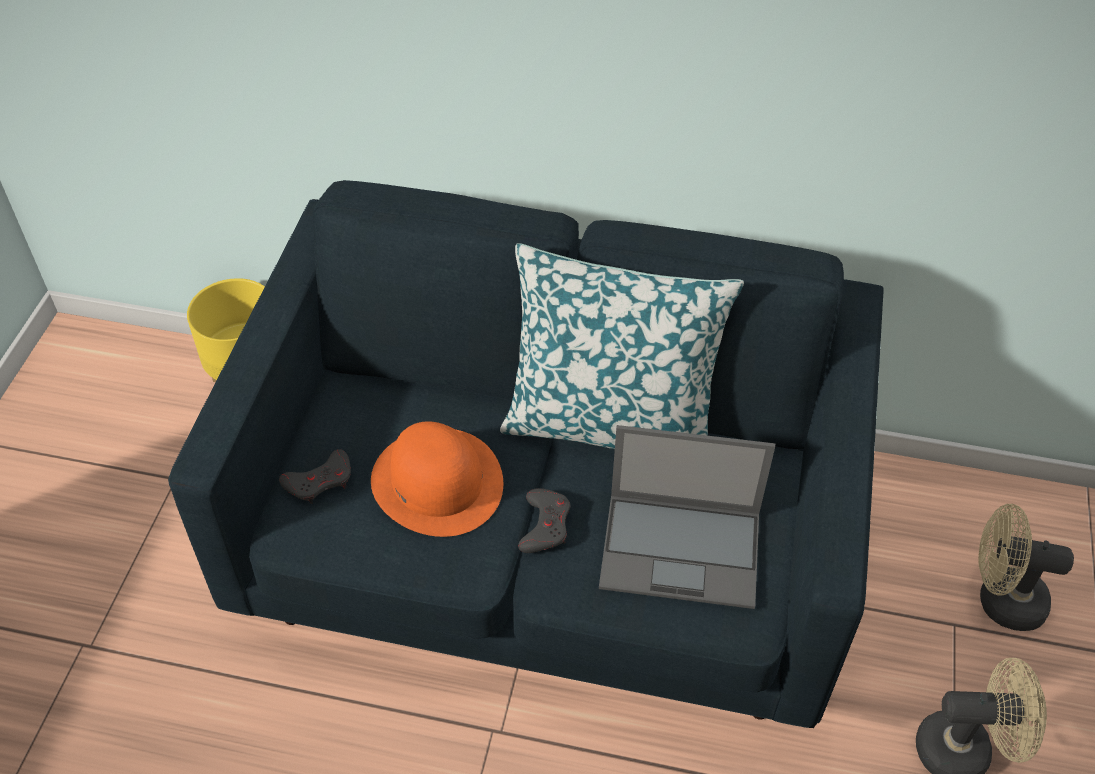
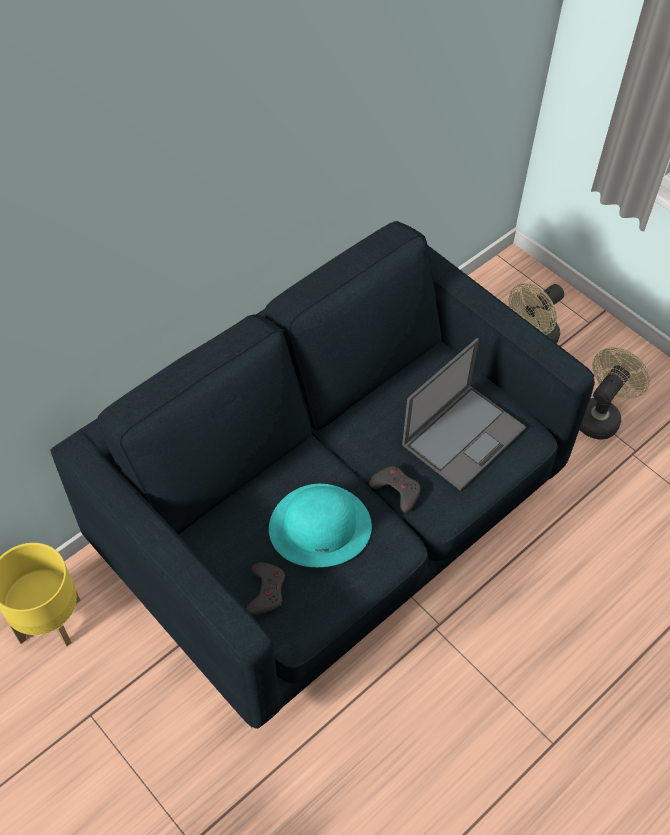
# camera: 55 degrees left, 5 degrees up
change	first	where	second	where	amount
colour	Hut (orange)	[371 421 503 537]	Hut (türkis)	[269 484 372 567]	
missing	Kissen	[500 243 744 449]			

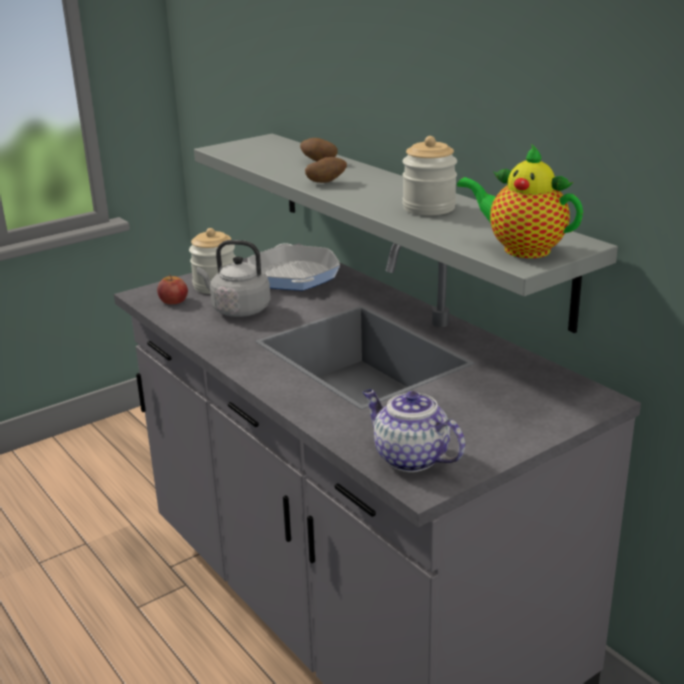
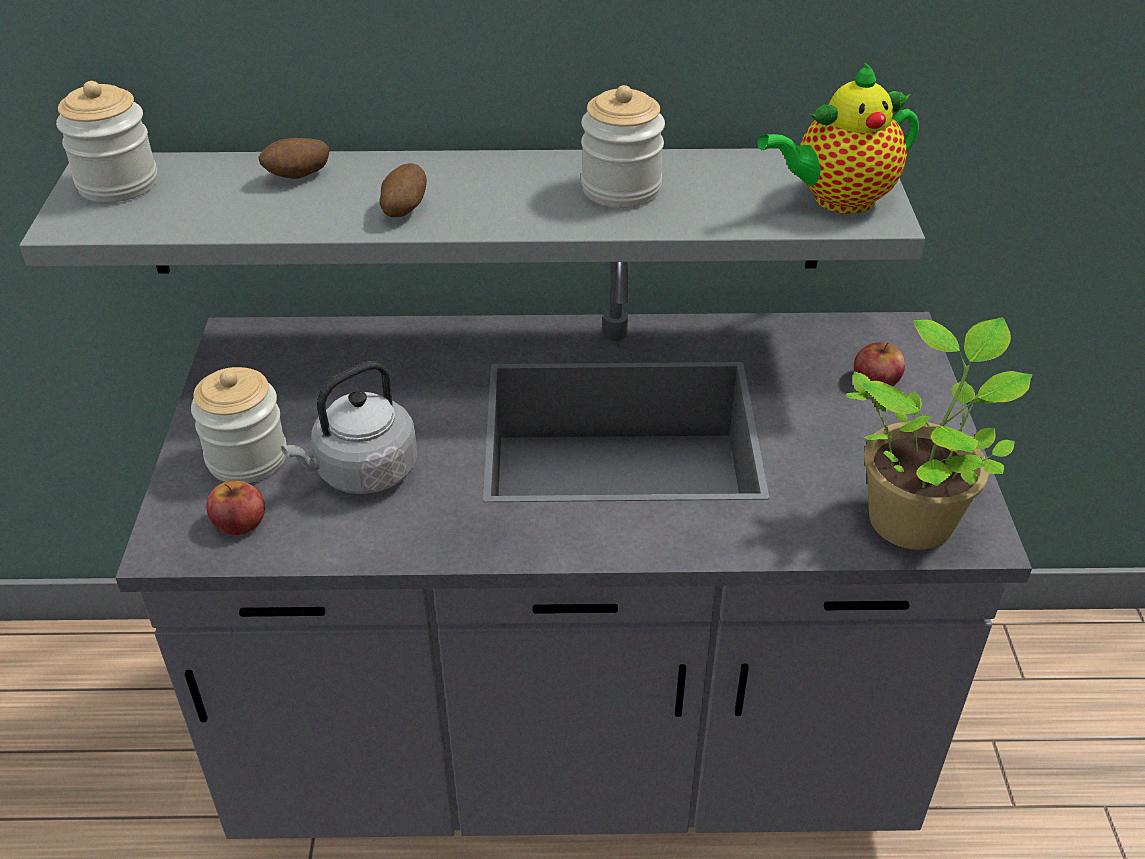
# camera: 55 degrees left, 15 degrees up
change	first	where	second	where	amount
appeared			Vorratsglas	[56 81 157 203]	
exchanged	Teekanne	[363 389 465 472]	Topfpflanze	[846 317 1032 550]	
appeared			Apfel	[854 342 905 387]	
missing	Pfanne	[248 244 340 291]			

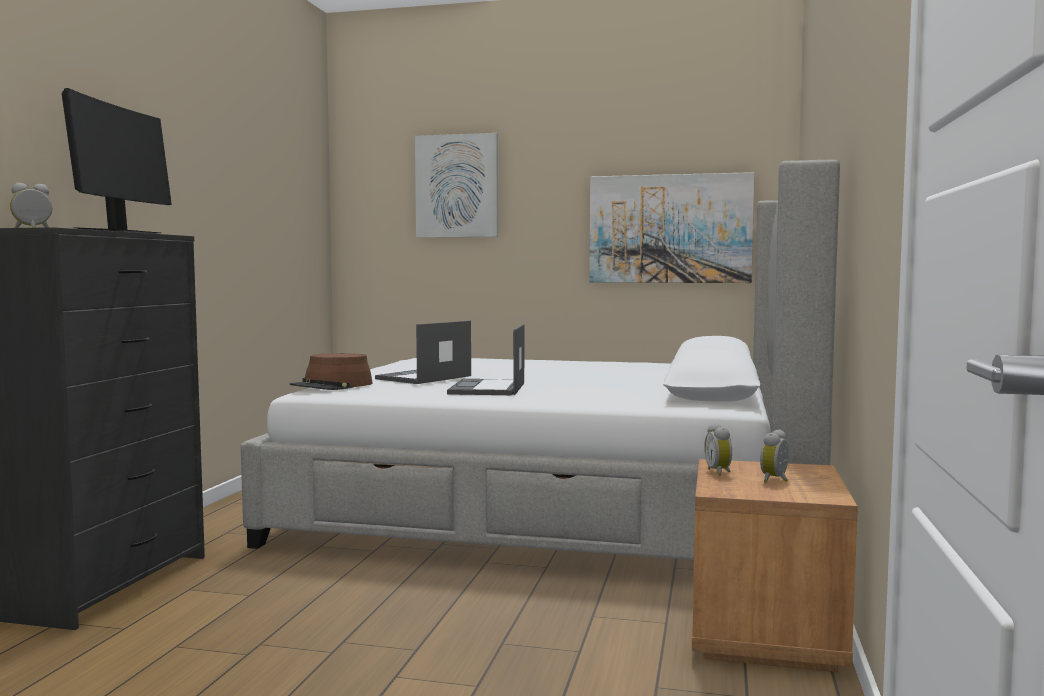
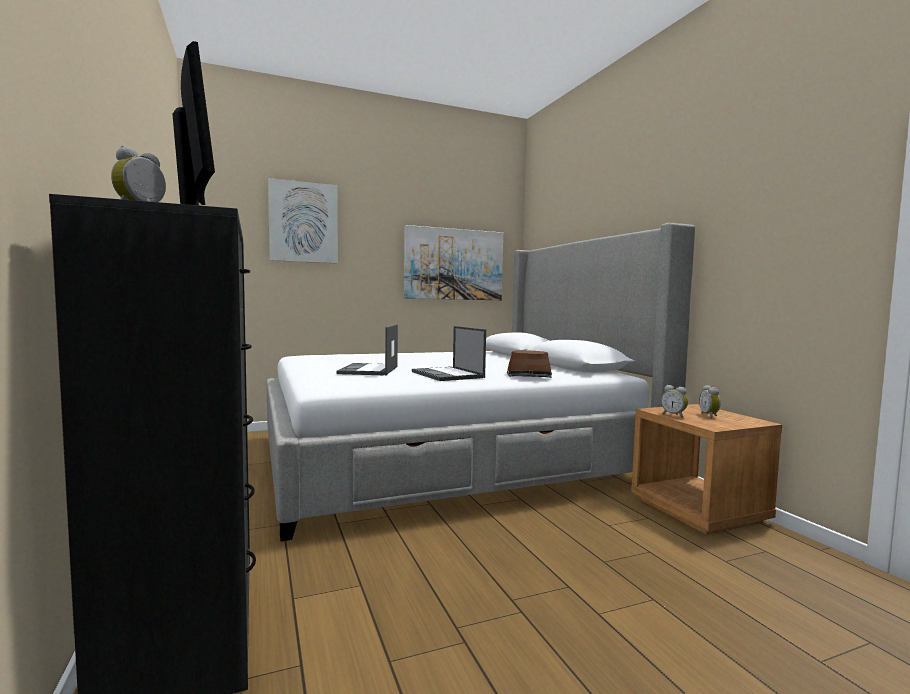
# camera: 35 degrees left, 0 degrees up
change	first	where	second	where	amount
relocated	Hut (braun)	[289 353 373 390]		[507 351 552 378]	

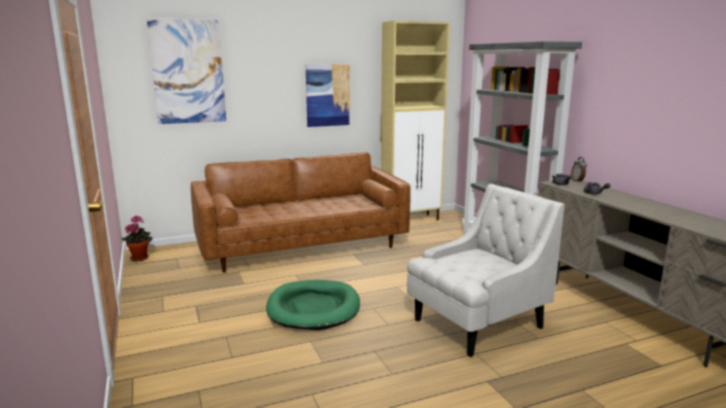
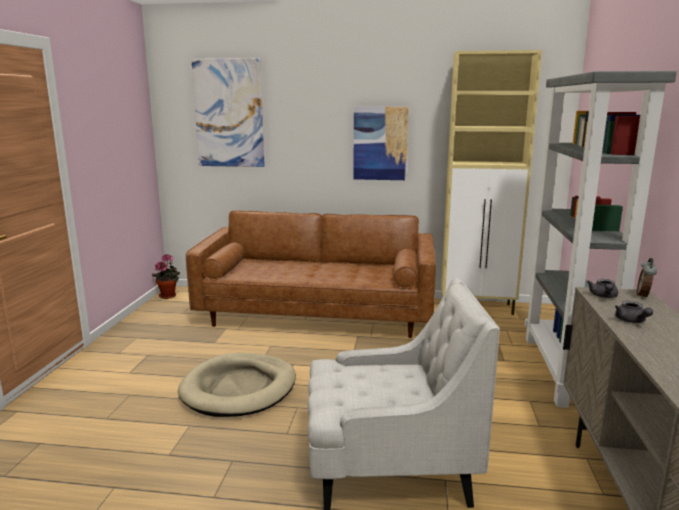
# camera: 30 degrees right, 0 degrees up
change	first	where	second	where	amount
colour	Hundebett (grün)	[266 280 360 330]	Hundebett (beige)	[178 353 296 417]	

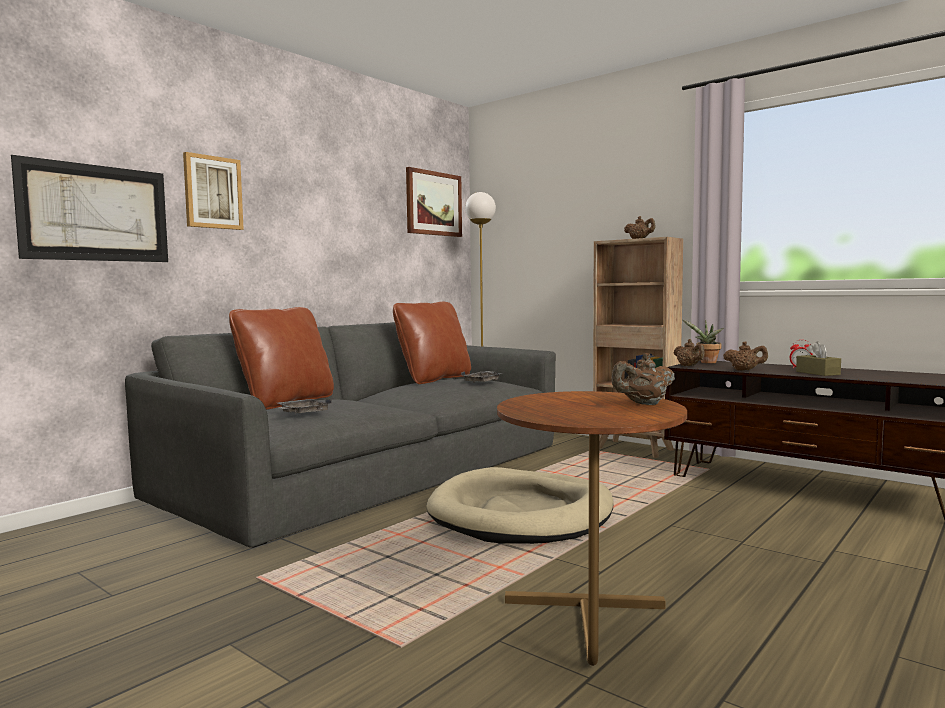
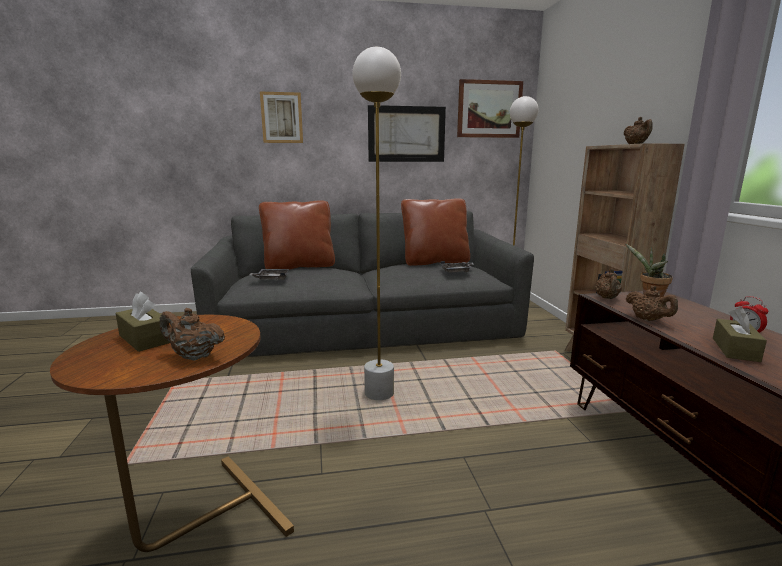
# camera: 40 degrees right, 10 degrees up
change	first	where	second	where	amount
appeared			Taschentuchbox (braun)	[116 292 170 352]	
exchanged	Hundebett (beige)	[426 467 613 544]	Stehlampe (weiß)	[353 47 401 400]	
relocated	Bild	[11 155 168 262]		[368 105 446 162]	

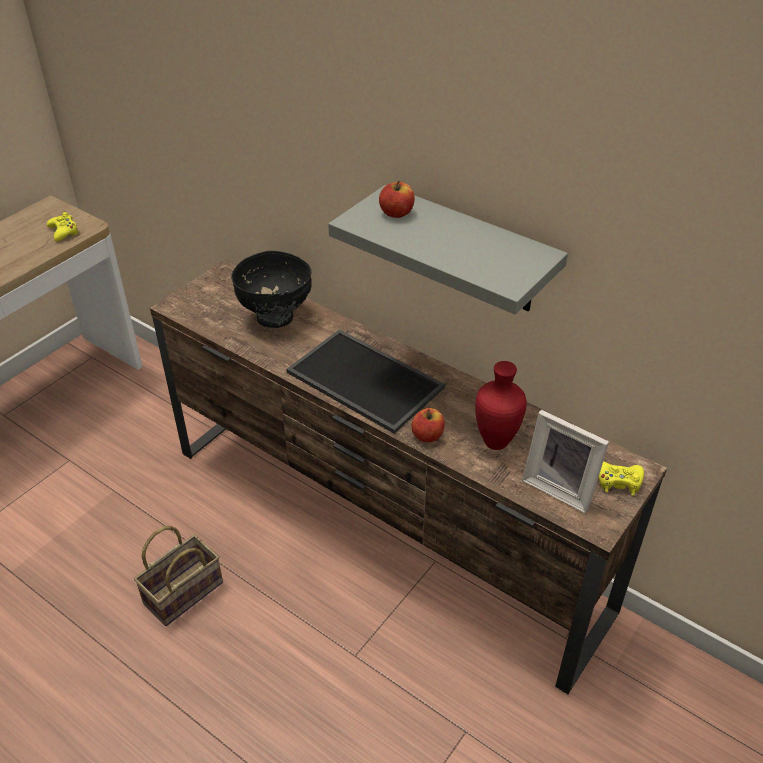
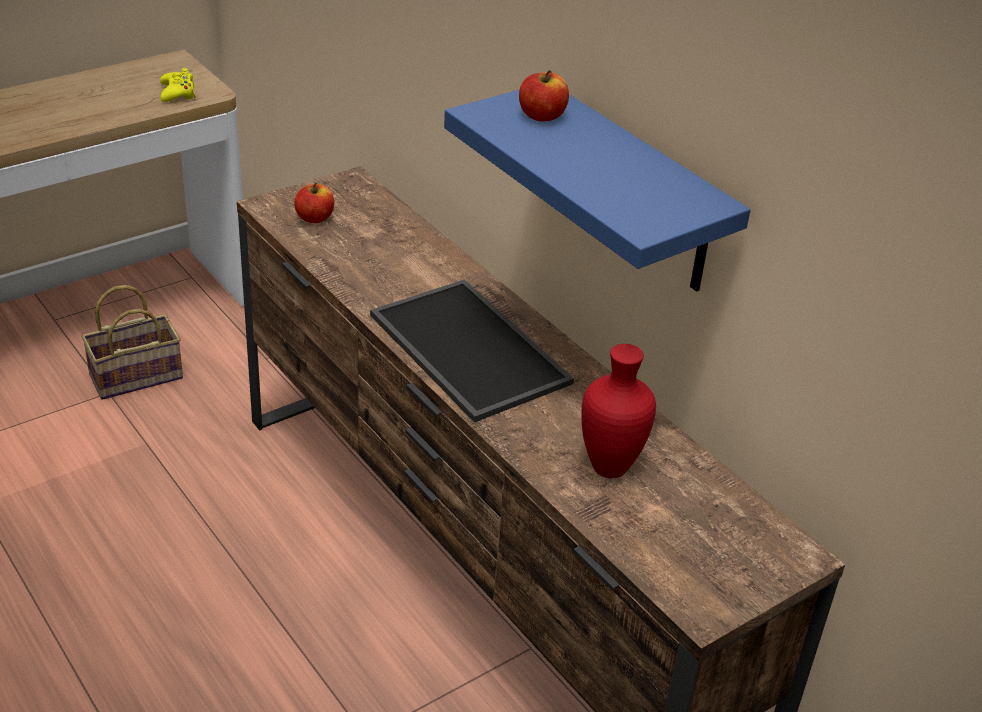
# camera: 15 degrees right, 5 degrees down
change	first	where	second	where	amount
relocated	Korb	[134 526 223 626]		[82 285 183 400]	
relocated	Apfel	[412 408 445 442]		[294 183 334 223]	
colour	Wandregal (grau)	[328 185 568 315]	Wandregal (blau)	[444 90 751 292]	
missing	Schüssel (schwarz)	[231 251 312 328]			
missing	Bilderrahmen	[522 410 609 513]			
missing	Gamepad (gelb)	[598 461 644 495]			

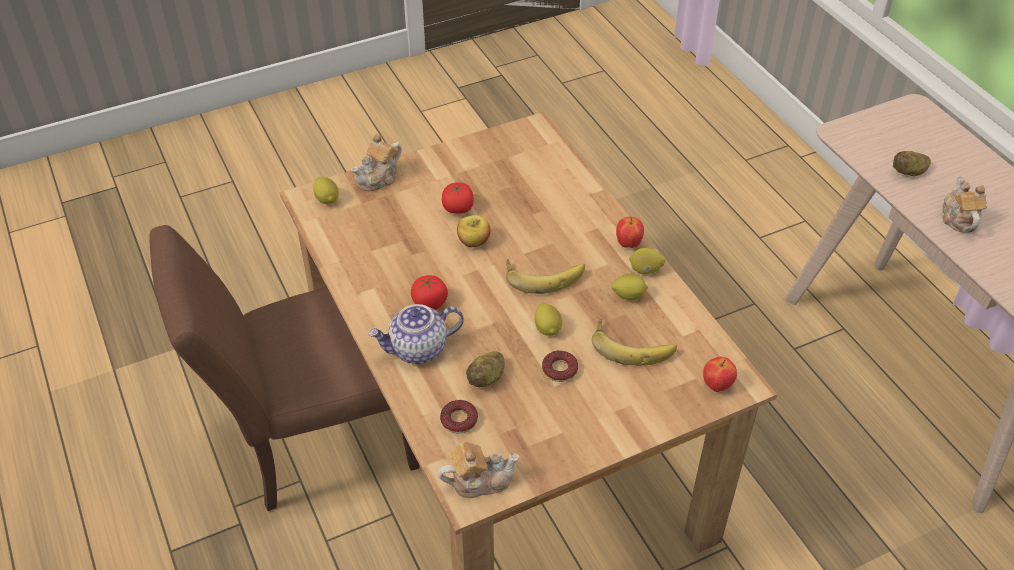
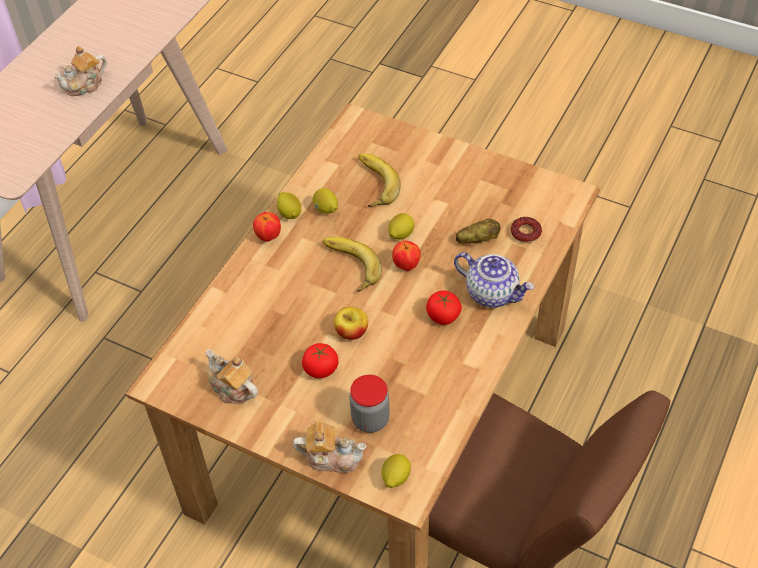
# camera: 125 degrees left, 5 degrees up
change	first	where	second	where	amount
relocated	Teekanne	[438 441 520 498]		[205 350 258 404]	
appeared			Vorratsglas	[350 375 390 433]	
relocated	Apfel	[703 357 737 392]		[392 241 421 271]	
missing	Donut	[542 351 578 382]			
missing	Kartoffel	[893 151 931 176]			

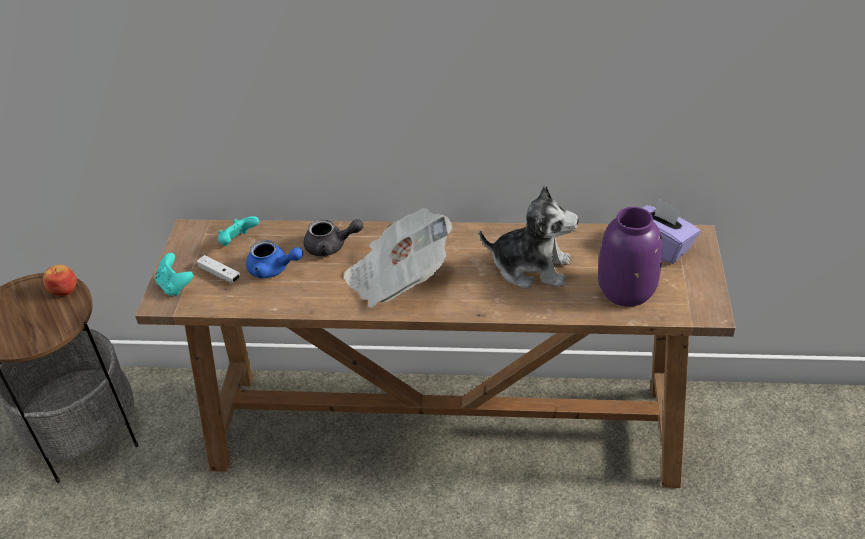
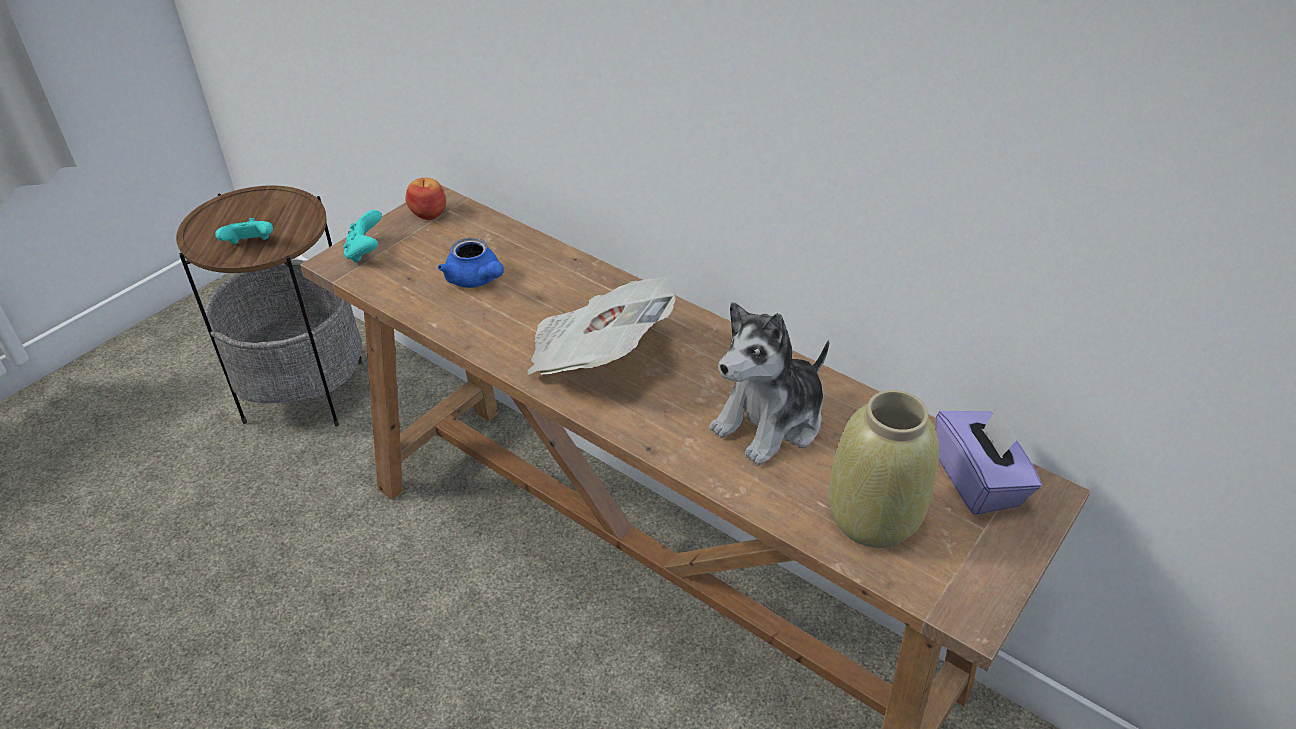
# camera: 30 degrees right, 0 degrees up
change	first	where	second	where	amount
relocated	Gamepad (türkis)	[218 216 259 246]		[215 218 273 244]	
relocated	Apfel	[43 265 77 296]		[405 178 446 220]	
spun	Plüschtier	[479 185 579 289]		[709 302 829 466]	90 degrees clockwise
colour	Vase (lila)	[598 207 662 307]	Vase (beige)	[828 390 939 548]	
missing	Gamepad (weiß)	[196 255 240 283]			
missing	Teekanne (grau)	[304 219 364 256]			

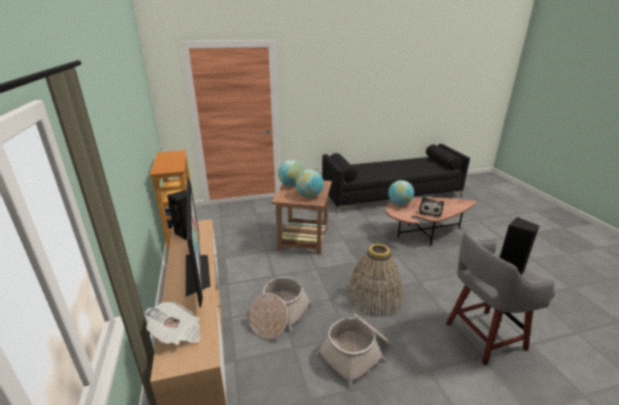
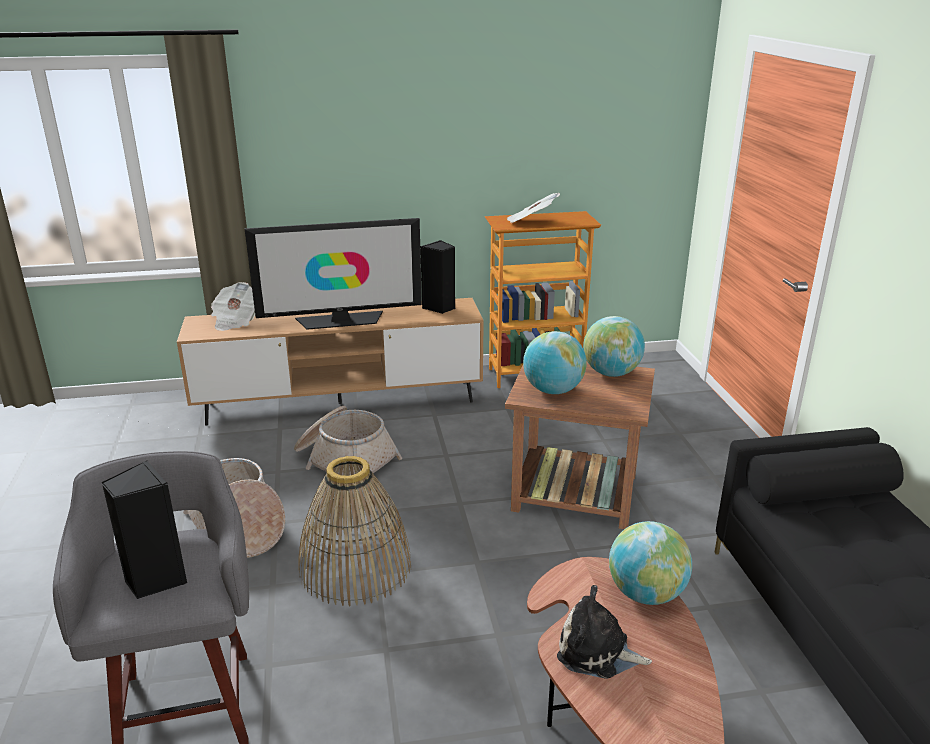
# camera: 95 degrees right, 0 degrees up
change	first	where	second	where	amount
appeared			Zeitung	[507 193 560 223]	

